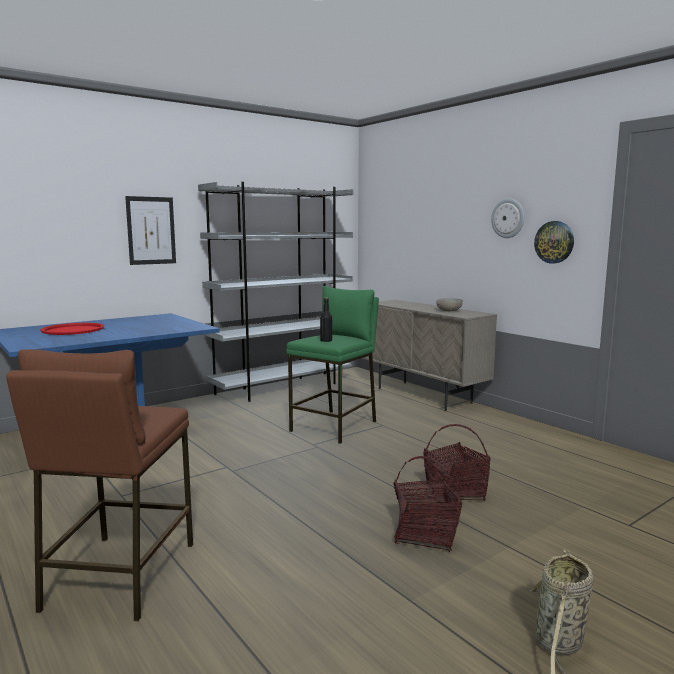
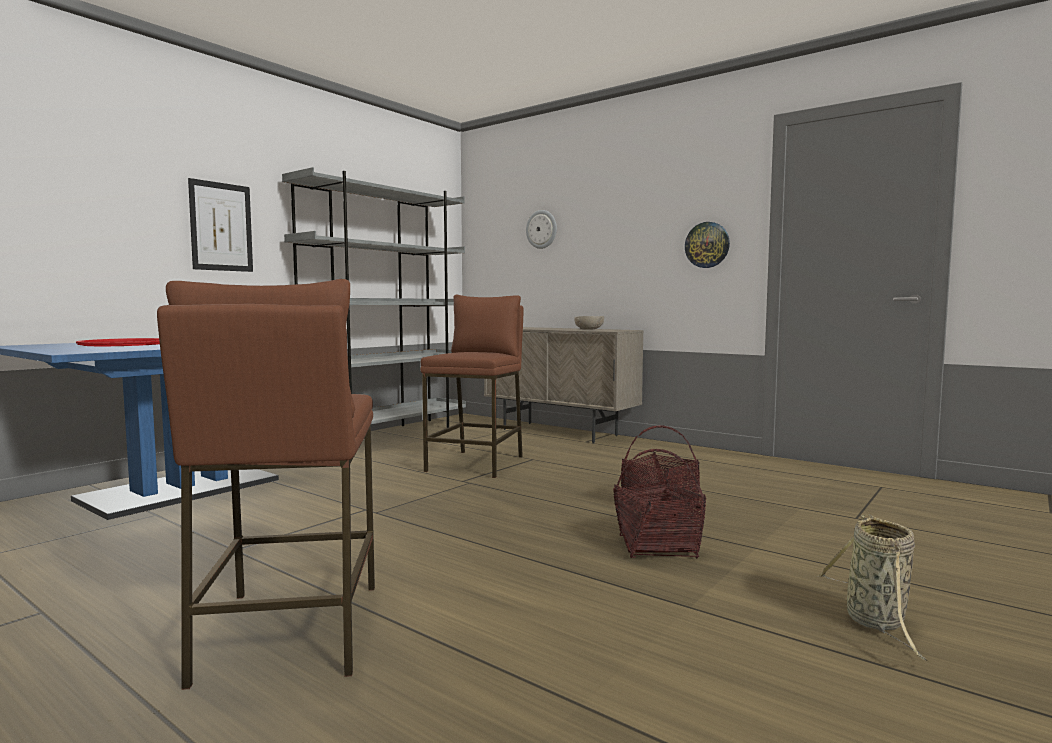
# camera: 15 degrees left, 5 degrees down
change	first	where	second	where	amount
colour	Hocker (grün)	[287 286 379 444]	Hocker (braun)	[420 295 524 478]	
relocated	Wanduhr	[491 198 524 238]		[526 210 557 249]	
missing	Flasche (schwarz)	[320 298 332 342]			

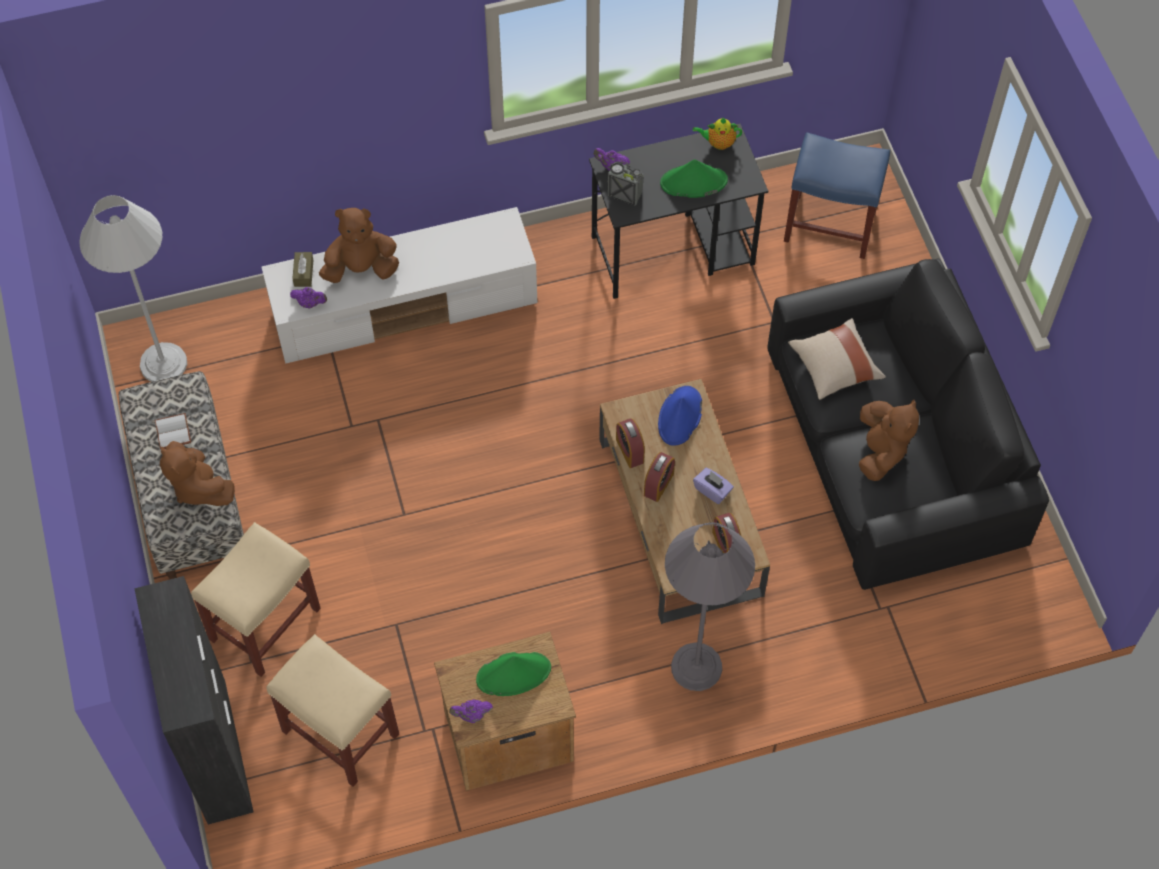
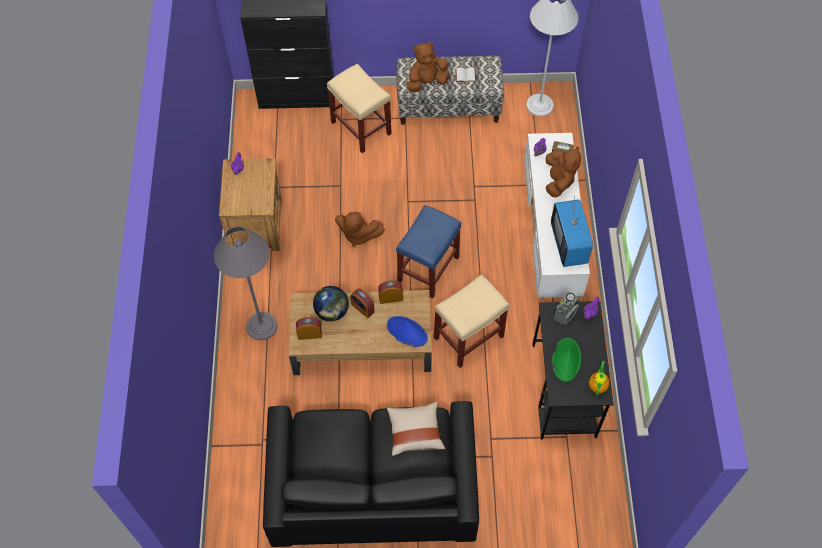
# camera: 105 degrees right, 0 degrees up
change	first	where	second	where	amount
appeared			Globus	[313 286 349 322]	
relocated	Plüschtier (braun)	[859 400 919 481]		[335 212 385 247]	
relocated	Hocker (blau)	[784 132 890 259]		[396 205 461 298]	
relocated	Hocker (beige)	[266 634 399 787]		[434 274 509 368]	
appeared			Fernseher	[551 196 593 267]	
missing	Hut (grün)	[476 652 551 696]			
missing	Taschentuchbox (lila)	[693 468 734 504]			

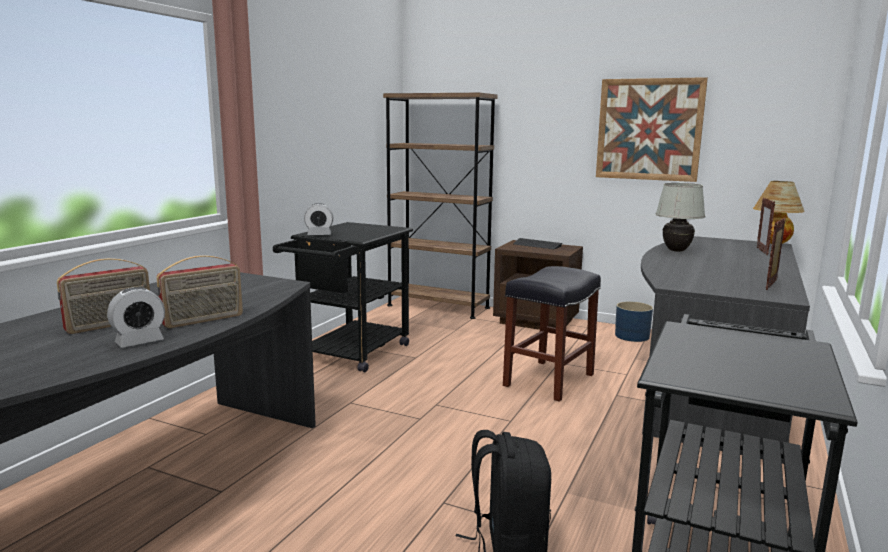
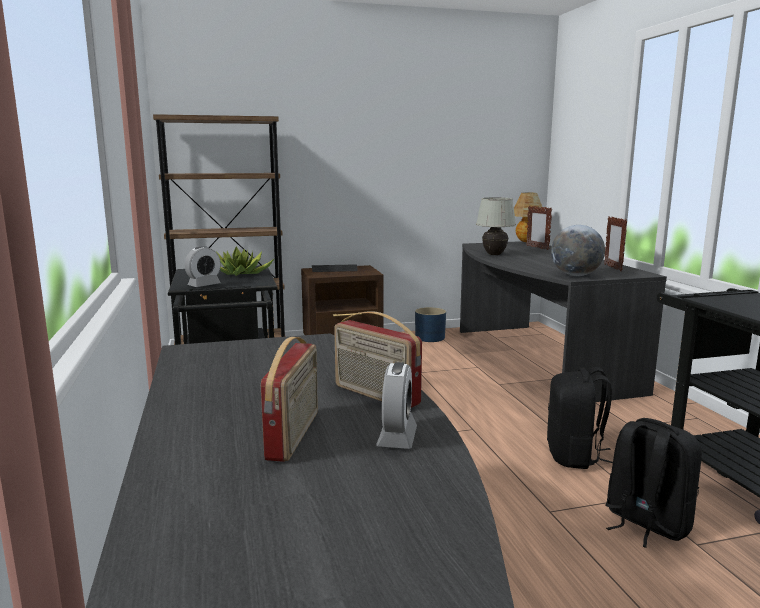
# camera: 40 degrees left, 0 degrees up
change	first	where	second	where	amount
appeared			Topfpflanze	[216 247 275 276]	
spun	Radio	[157 255 243 328]		[334 311 422 408]	120 degrees clockwise
appeared			Rucksack (schwarz)	[547 367 613 469]	
appeared			Globus	[551 225 605 276]	
missing	Hocker (schwarz)	[503 266 601 402]			
missing	Bild	[596 77 708 182]			

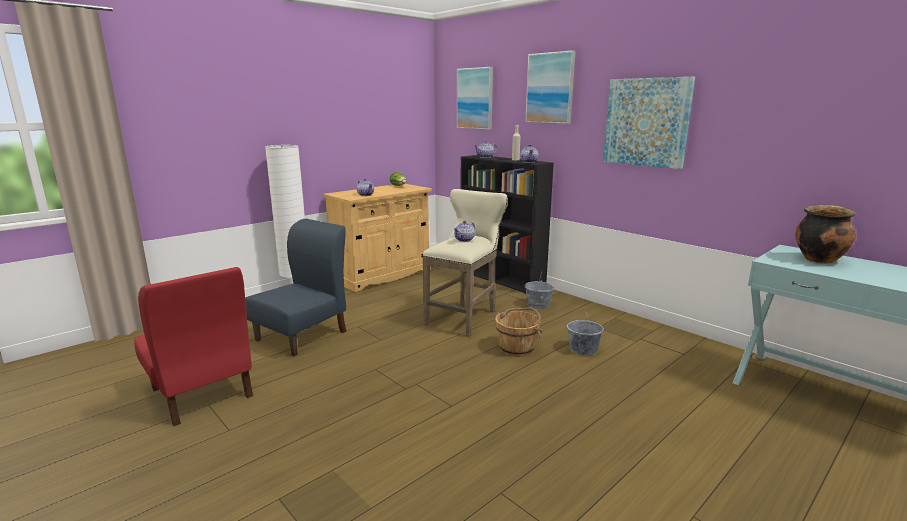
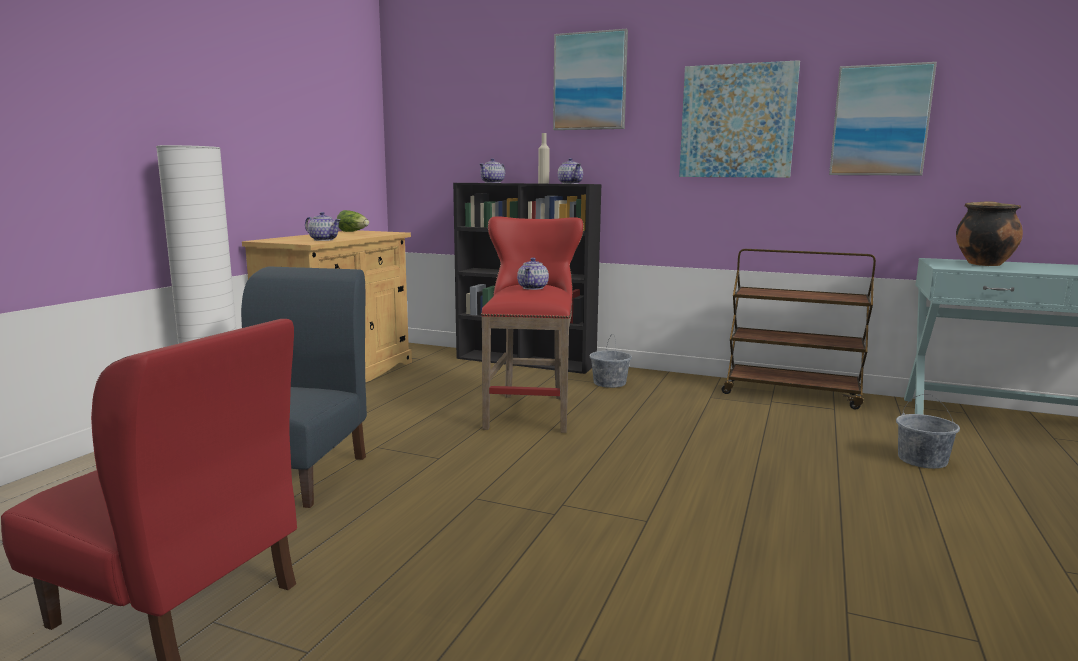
# camera: 25 degrees left, 5 degrees down
change	first	where	second	where	amount
colour	Hocker (beige)	[422 189 508 337]	Hocker (rot)	[481 216 584 433]	
appeared			Rollwagen (braun)	[722 249 876 410]	
relocated	Bild	[457 67 493 130]		[829 62 937 176]	
relocated	Eimer (grau)	[567 309 604 355]		[896 394 960 469]	
missing	Eimer (braun)	[494 307 543 357]			

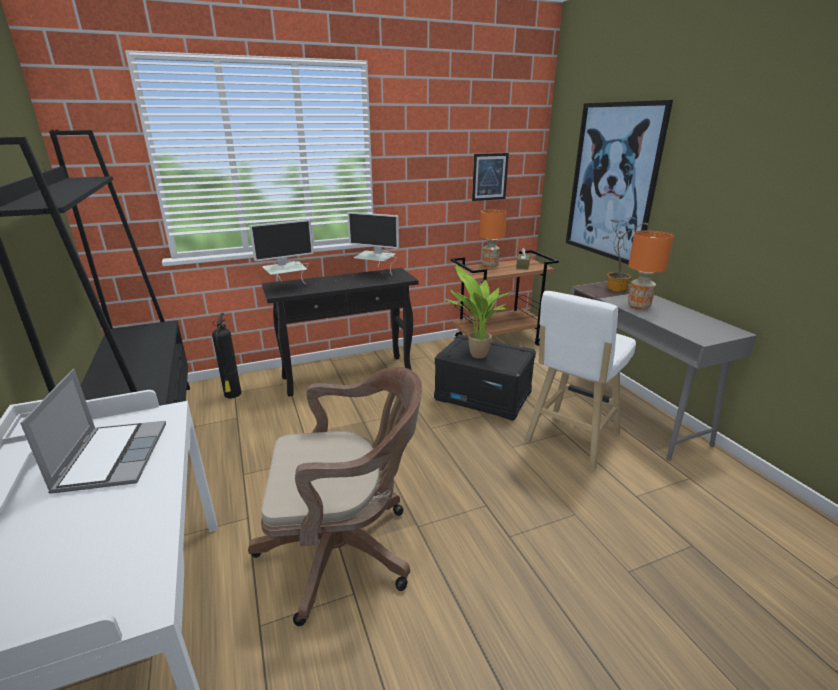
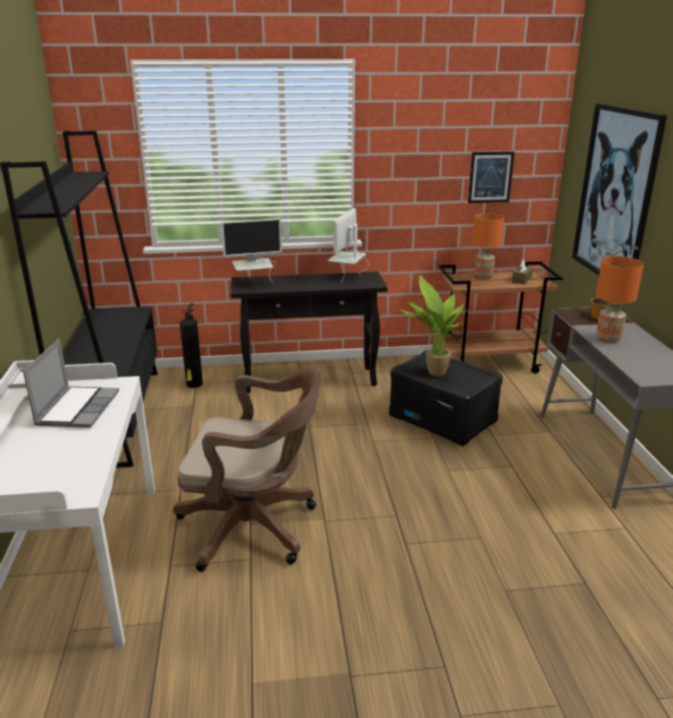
# camera: 15 degrees right, 0 degrees up
change	first	where	second	where	amount
spun	Monitor	[347 212 399 275]		[327 208 369 282]	75 degrees clockwise
missing	Hocker (weiß)	[524 291 636 470]			

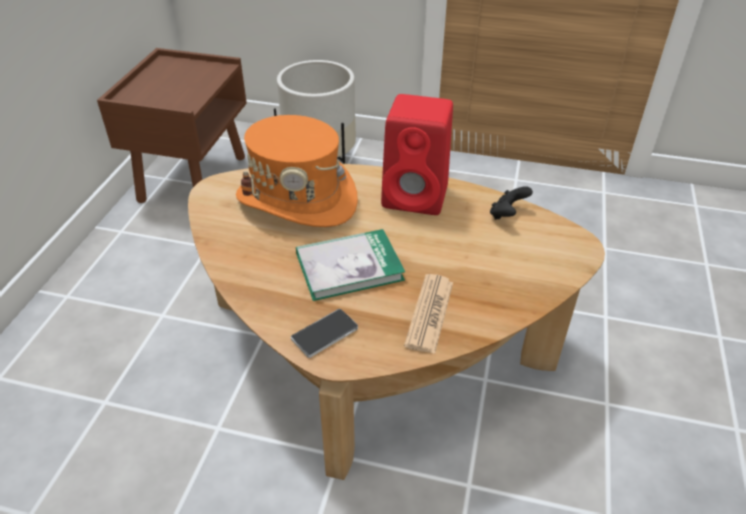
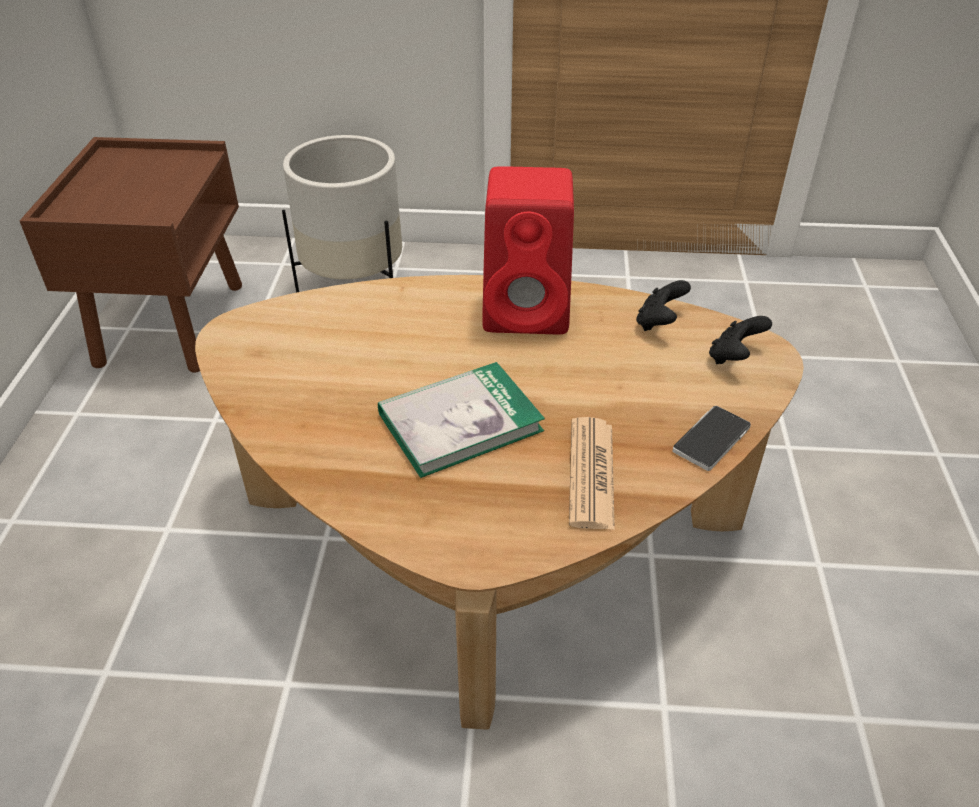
# camera: 10 degrees left, 0 degrees up
change	first	where	second	where	amount
relocated	Handy	[291 309 358 358]		[672 406 751 471]	
appeared			Gamepad (schwarz)	[709 316 772 364]	
missing	Hut (orange)	[236 115 358 227]			

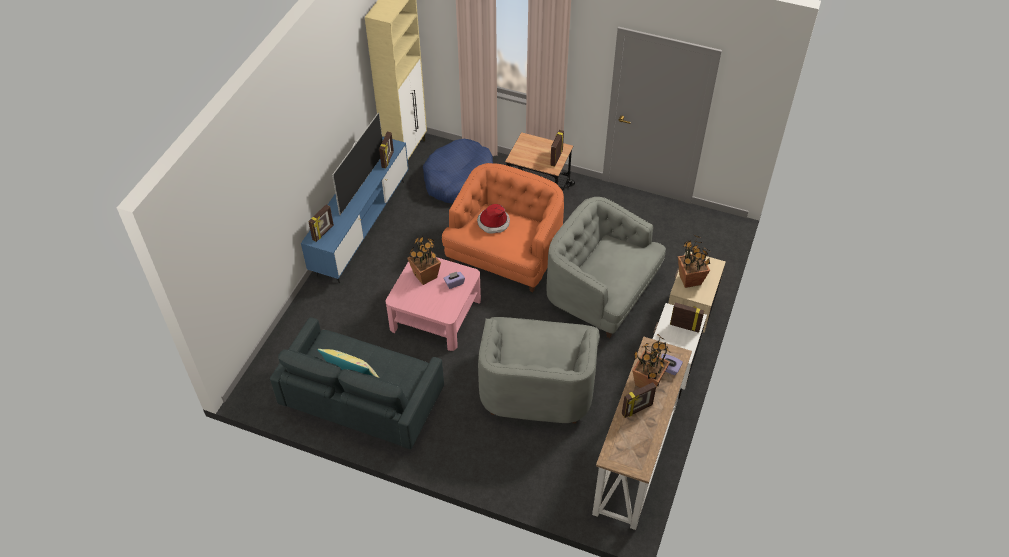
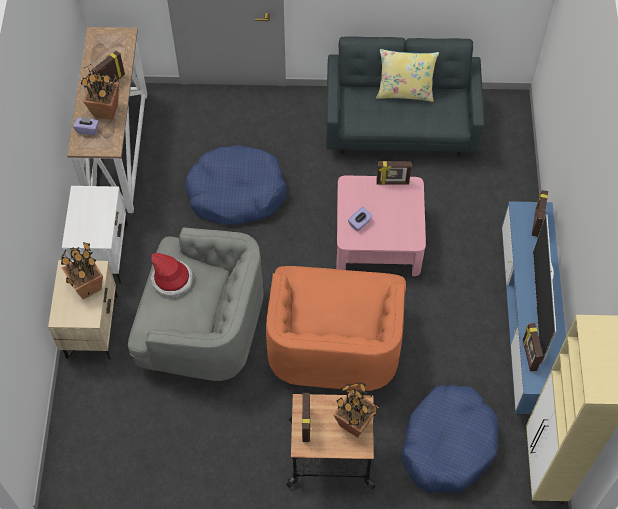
# camera: 160 degrees right, 10 degrees up
change	first	where	second	where	amount
relocated	Hut	[477 204 510 234]		[151 253 193 297]	
exchanged	Sessel (grau)	[478 317 600 424]	Hundebett (blau)	[184 145 287 225]	
relocated	Topfpflanze	[407 236 441 285]		[333 382 379 438]	
relocated	Bilderrahmen	[670 302 705 333]		[376 161 411 185]	

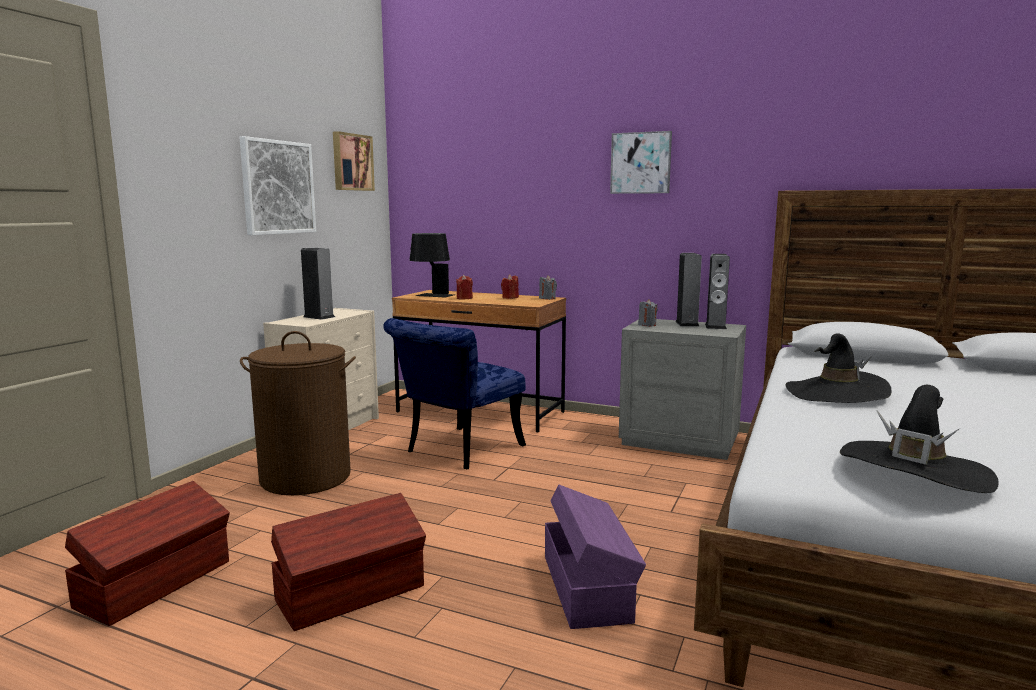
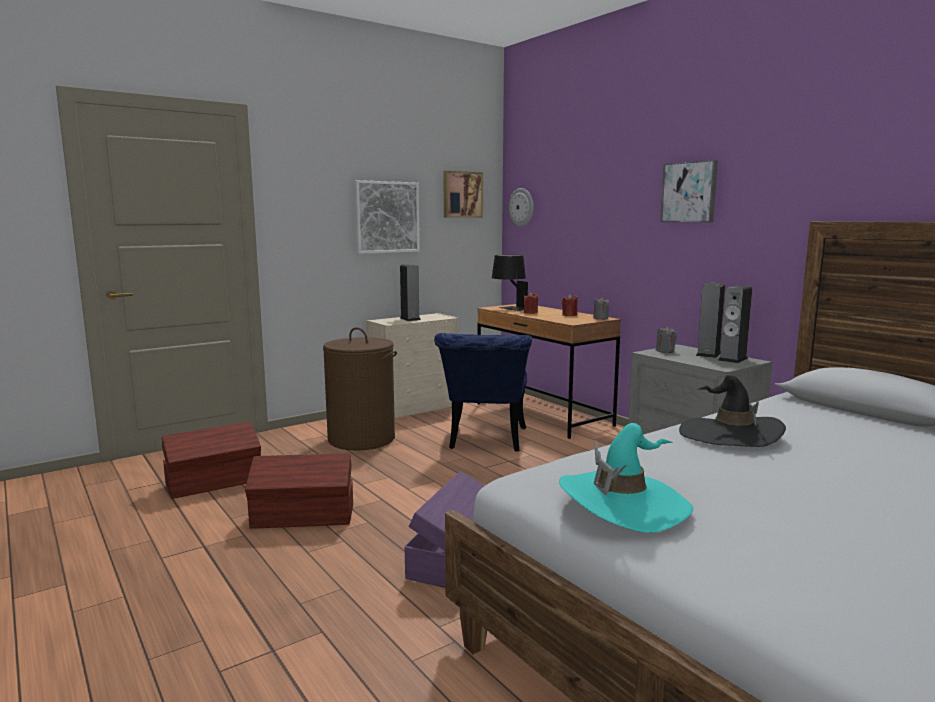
# camera: 30 degrees right, 0 degrees up
change	first	where	second	where	amount
spun	Stuhl (blau)	[383 318 526 469]		[434 333 532 452]	60 degrees counterclockwise
appeared			Wanduhr	[508 188 534 227]	
colour	Hut (schwarz)	[840 385 999 493]	Hut (türkis)	[559 423 693 533]	

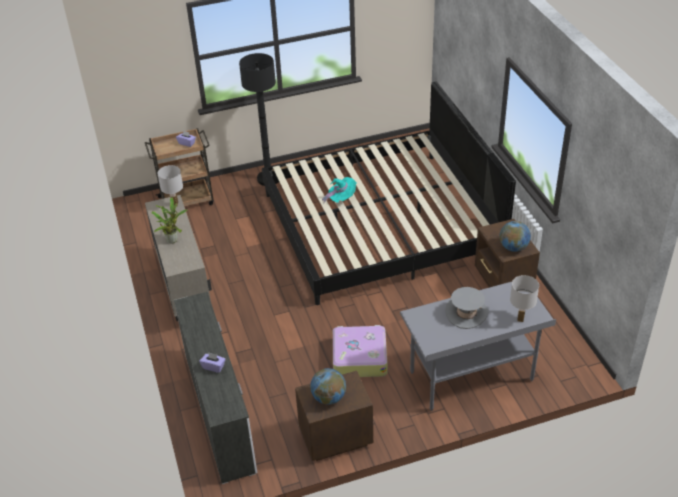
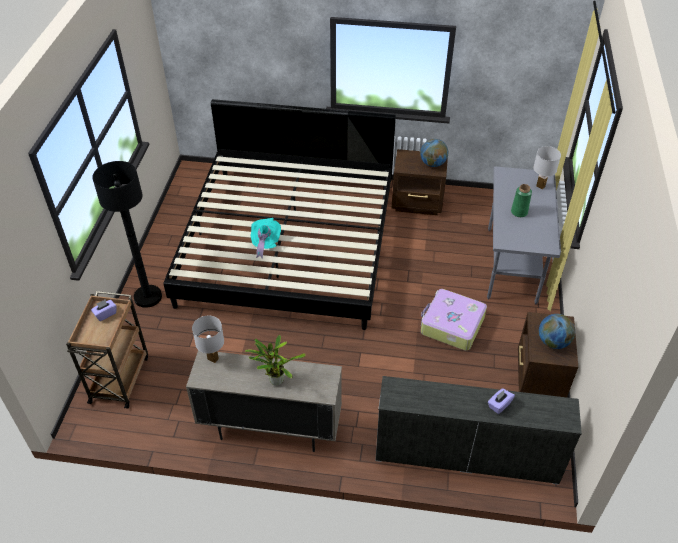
# camera: 65 degrees left, 5 degrees up
change	first	where	second	where	amount
exchanged	Hut (grau)	[445 287 489 329]	Vase (grün)	[511 184 532 217]	

